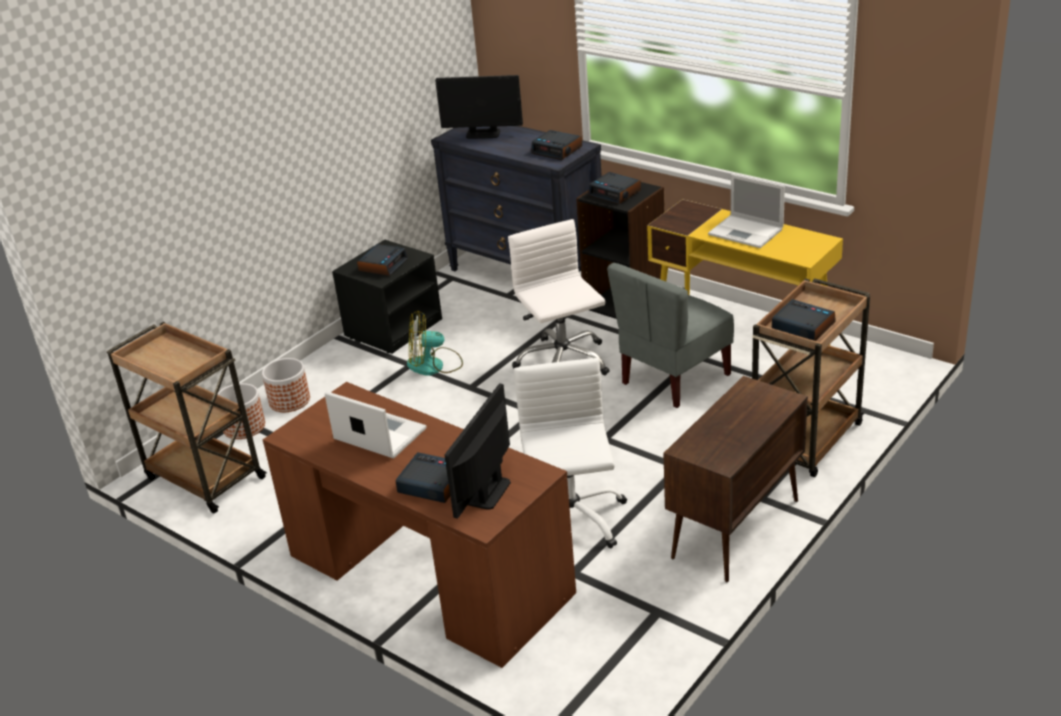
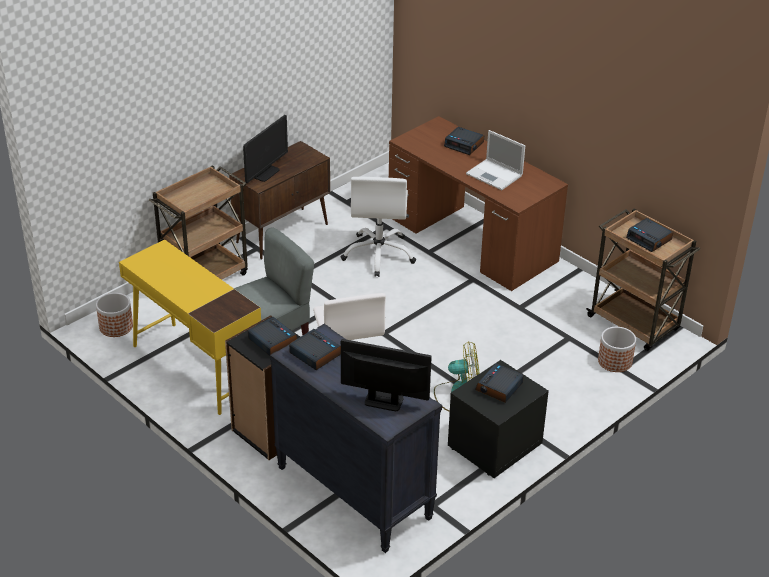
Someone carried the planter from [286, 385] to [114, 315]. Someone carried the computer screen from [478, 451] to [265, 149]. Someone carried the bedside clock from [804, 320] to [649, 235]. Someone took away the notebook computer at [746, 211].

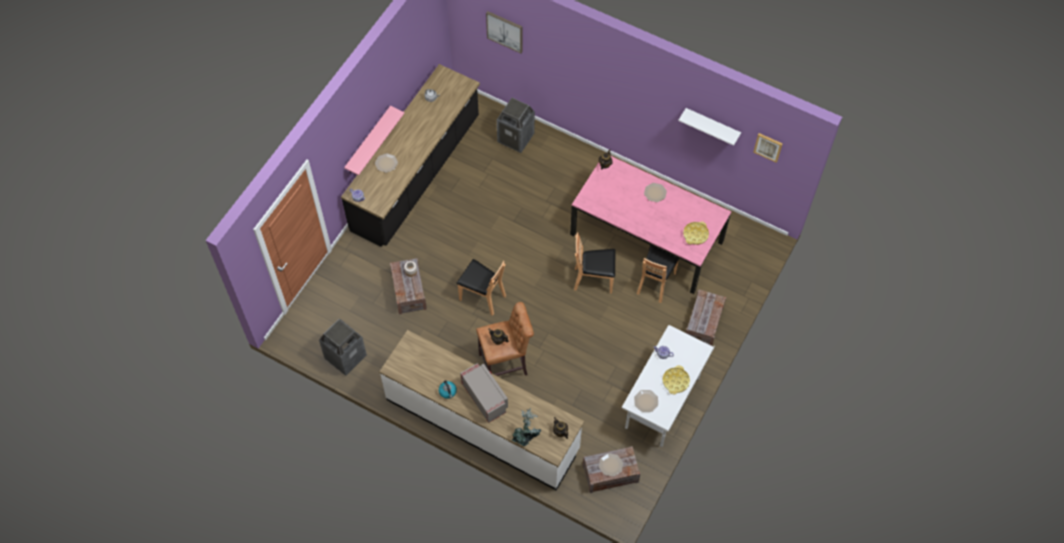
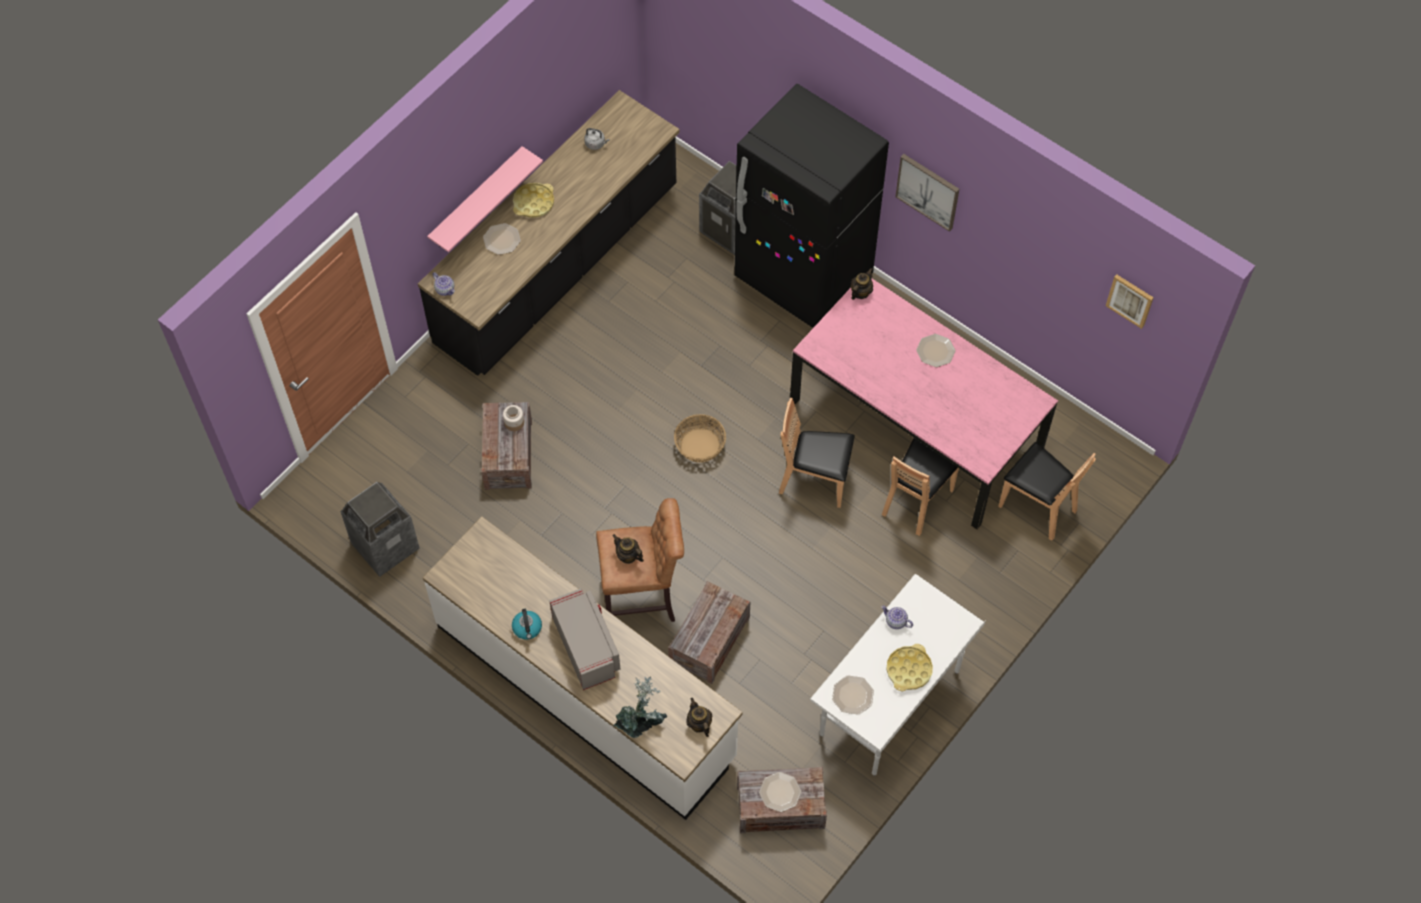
Someone carried the carrying tray (yellowish) from [696, 233] to [533, 200]. Someone carried the packing crate from [706, 318] to [709, 632]. Someone put down the basket at [700, 438]. Someone put down the kitchen fridge (black) at [811, 205]. Someone carried the picture from [504, 32] to [927, 193]. Someone carried the plain chair (brown-coloured) from [481, 287] to [1047, 491]. Someone took away the bracket shelf (white) at [709, 127].

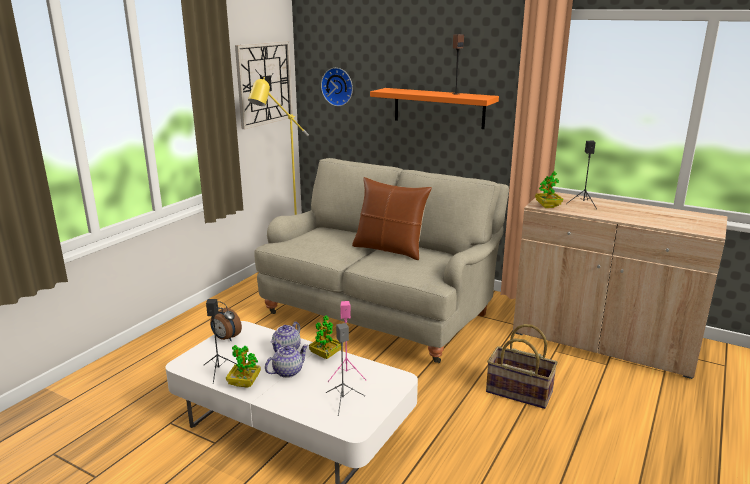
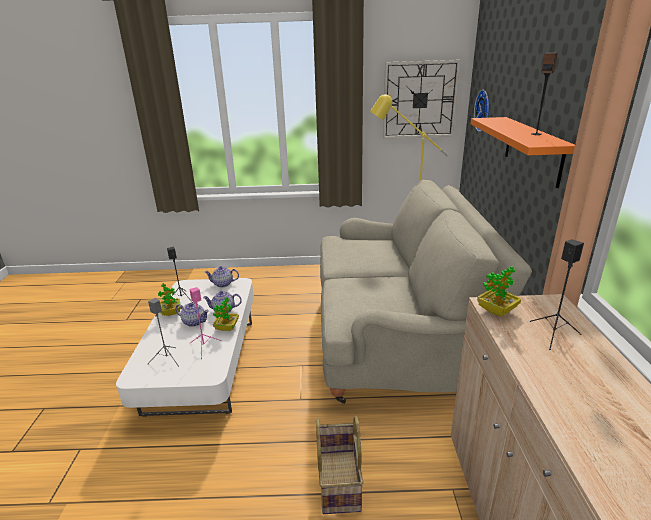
Someone swapped the bedside clock at [226, 321] for the pot for tea at [222, 276]. Someone took away the cushion (brown-coloured) at [392, 218].

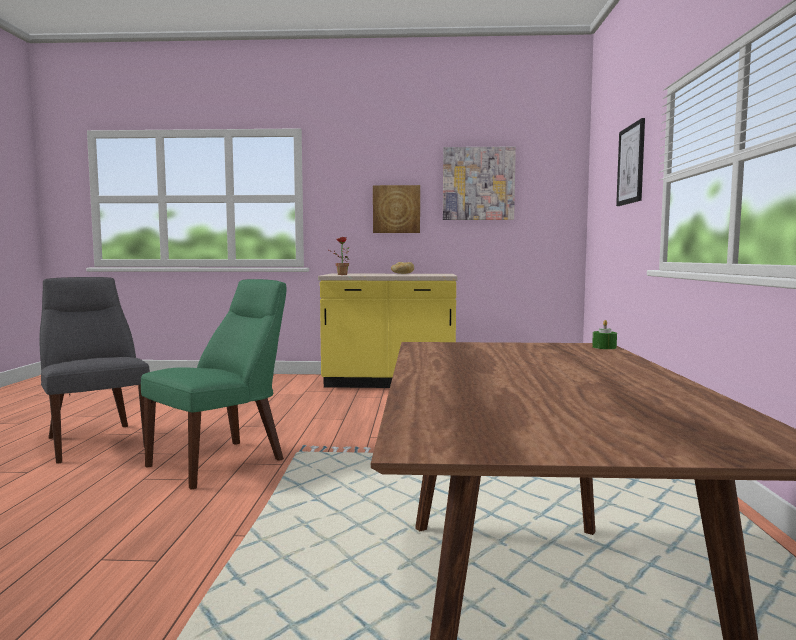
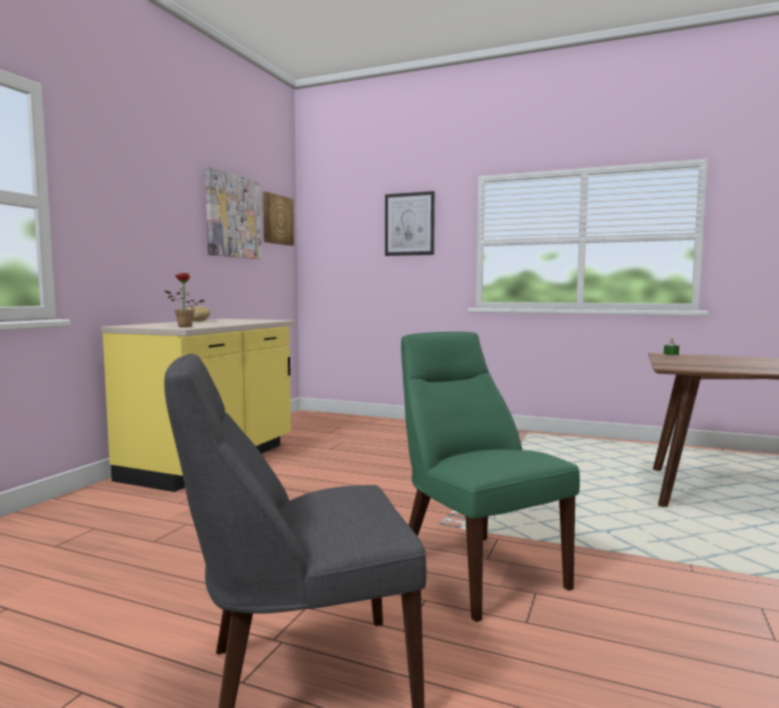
Someone carried the picture from [396, 209] to [278, 219].

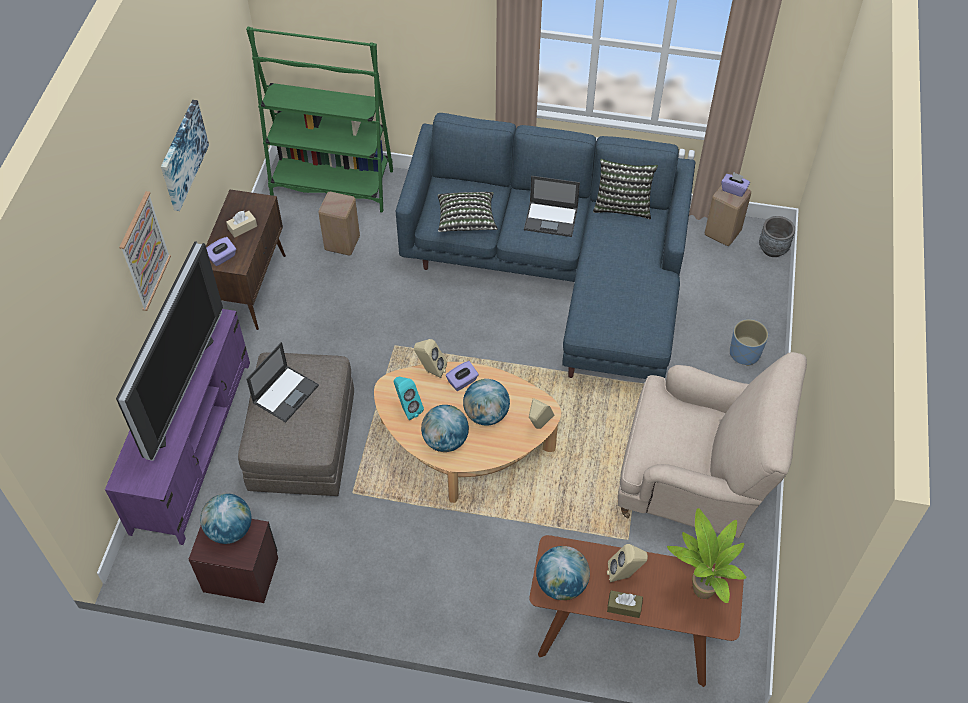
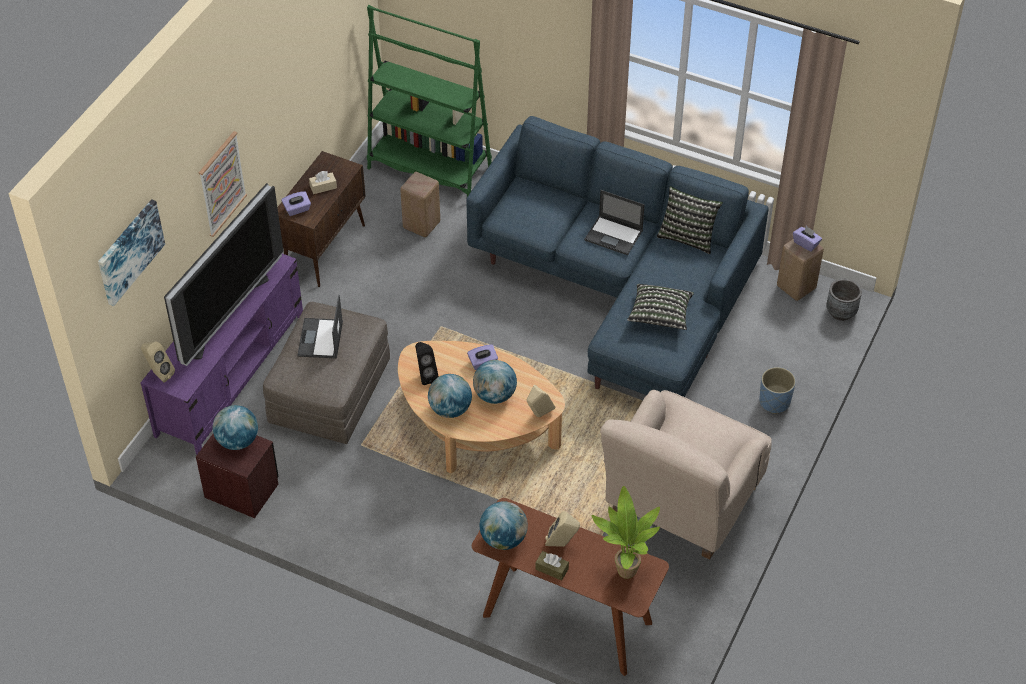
Someone carried the picture from [185, 155] to [131, 252]. Someone carried the audio speaker (sand-coloured) from [430, 358] to [158, 362]. Someone rotated the notebook computer at [282, 382] by 135 degrees clockwise. Someone repainted the audio speaker (turquoise-coloured) at [409, 398], which became the audio speaker (black) at [427, 363]. Someone rotated the easy chair (sand-coloured) at [712, 445] by 90 degrees clockwise. Someone carried the cushion from [467, 212] to [660, 307].

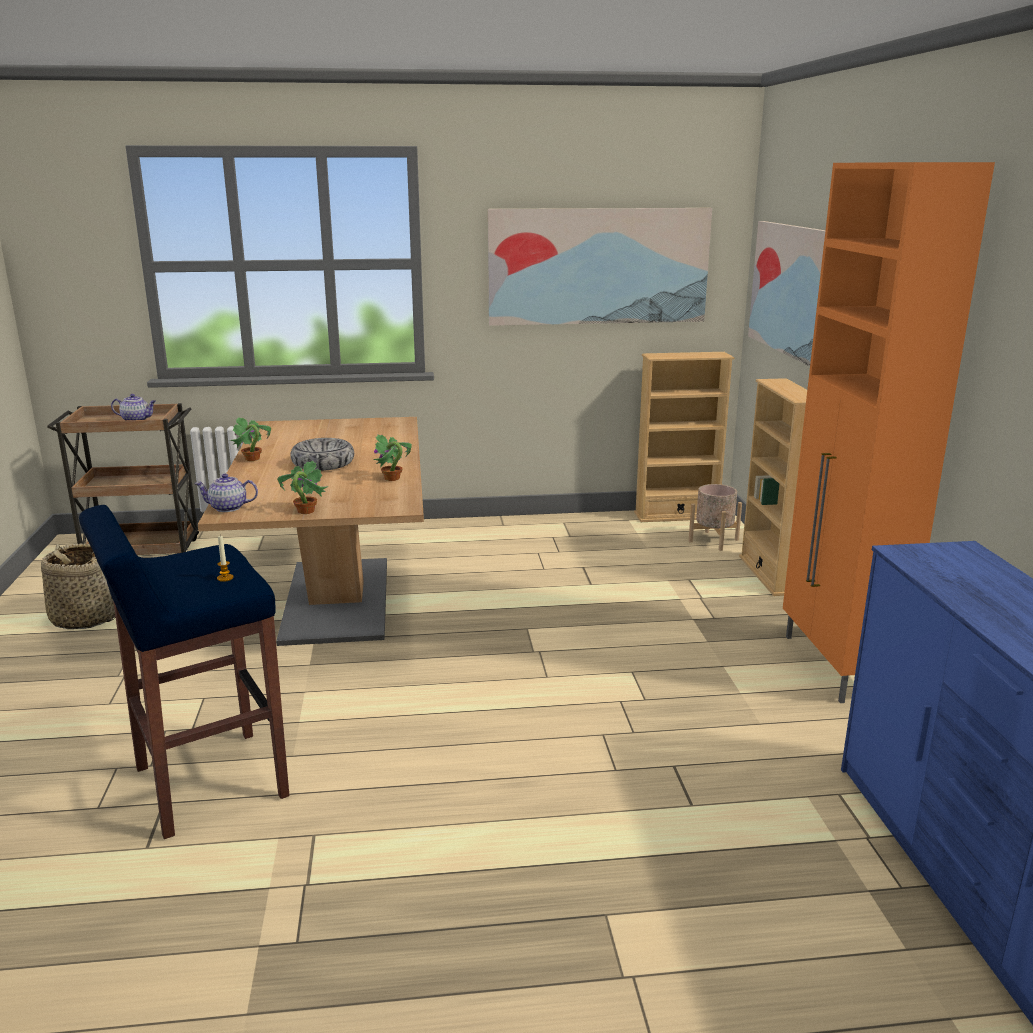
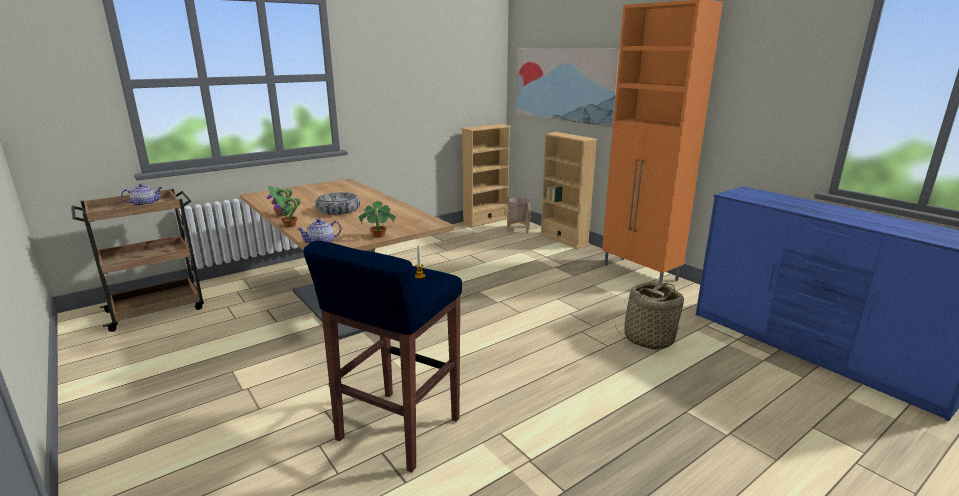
Someone carried the potted plant from [392, 458] to [287, 211]. Someone carried the basket from [78, 586] to [649, 316]. Someone took away the picture at [600, 267].

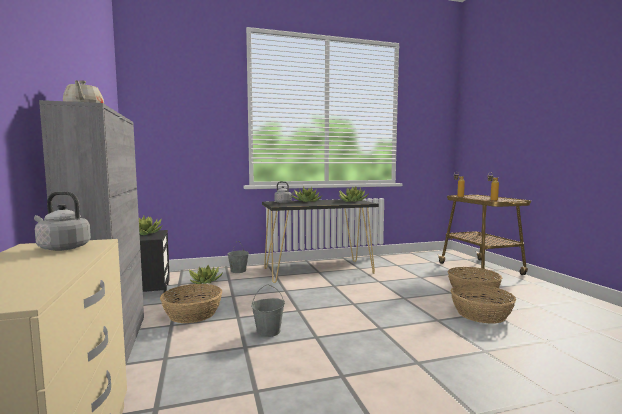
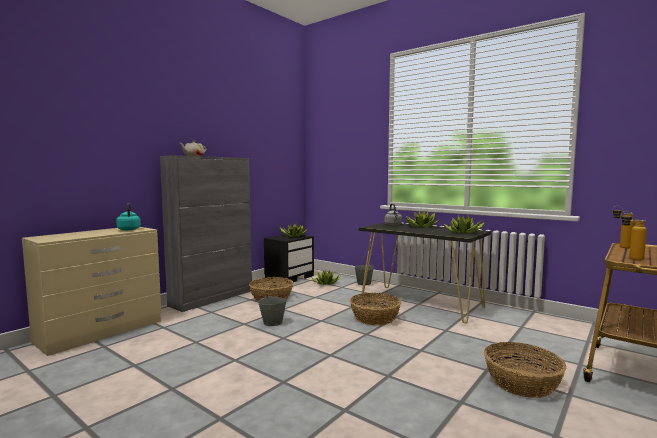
Someone repainted the tea kettle (gray) at [62, 221], which became the tea kettle (turquoise-coloured) at [128, 216]. Someone carried the basket from [483, 304] to [375, 309].

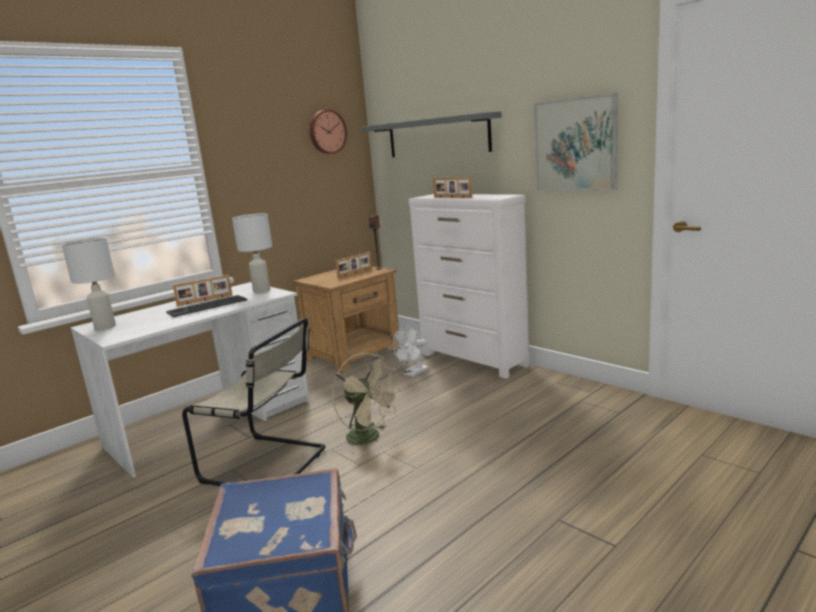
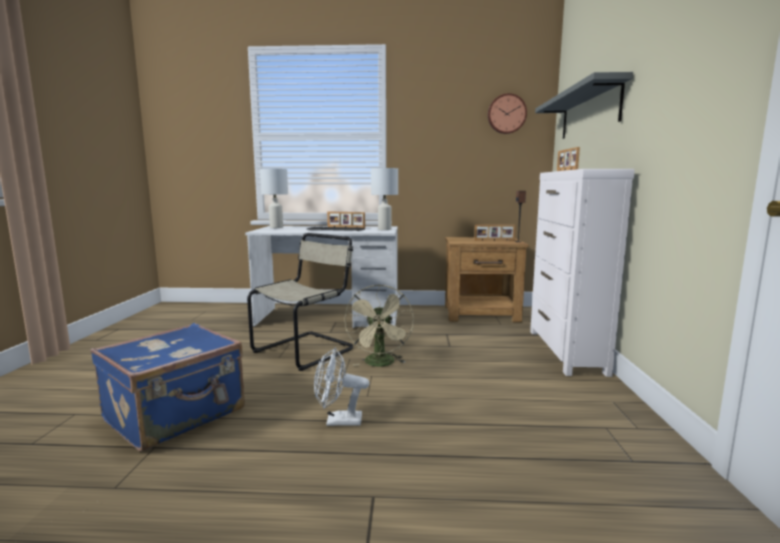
Someone rotated the plain chair (sand-coloured) at [253, 402] by 120 degrees counterclockwise. Someone carried the cooling fan (white) from [410, 351] to [341, 387]. Someone took away the picture at [576, 142].

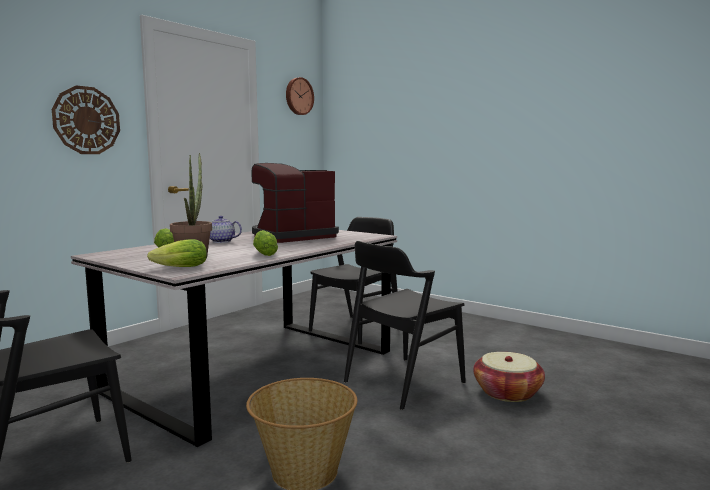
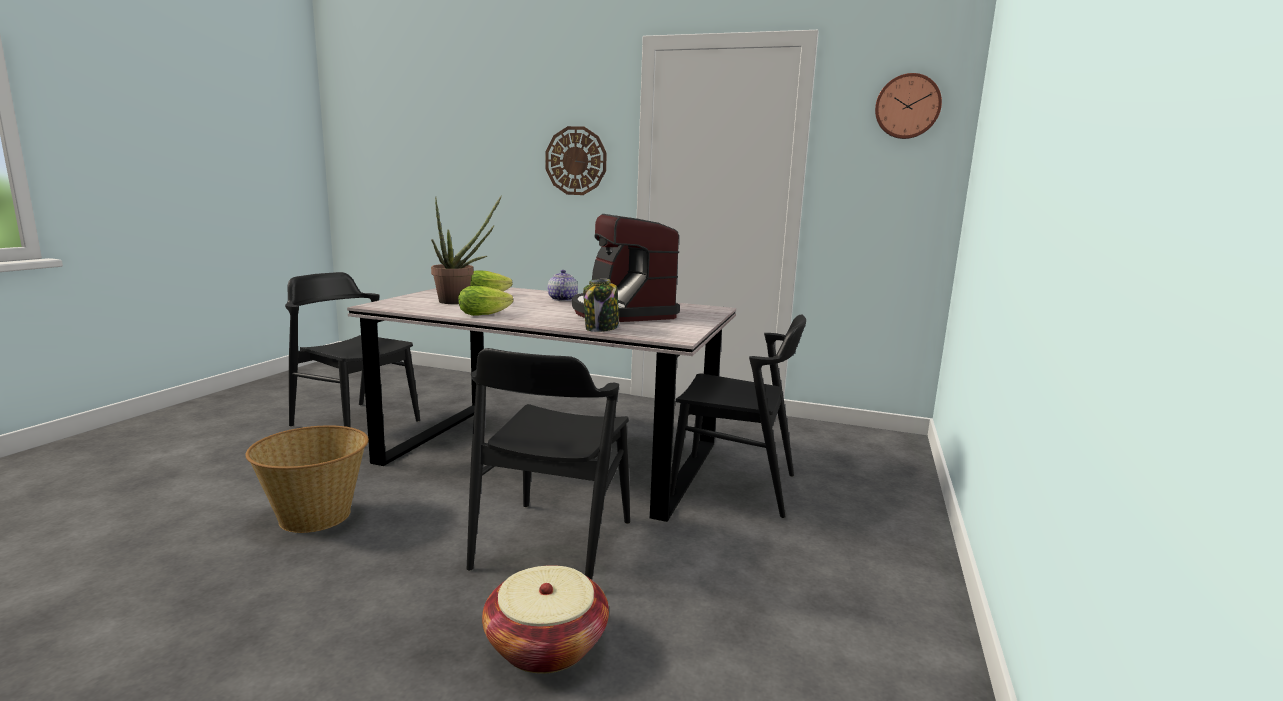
Someone rotated the plain chair (black) at [405, 325] by 105 degrees counterclockwise. Someone rotated the coffee maker at [295, 203] by 150 degrees counterclockwise. Someone put down the jar at [601, 305]. Someone took away the head of lettuce at [177, 253].

